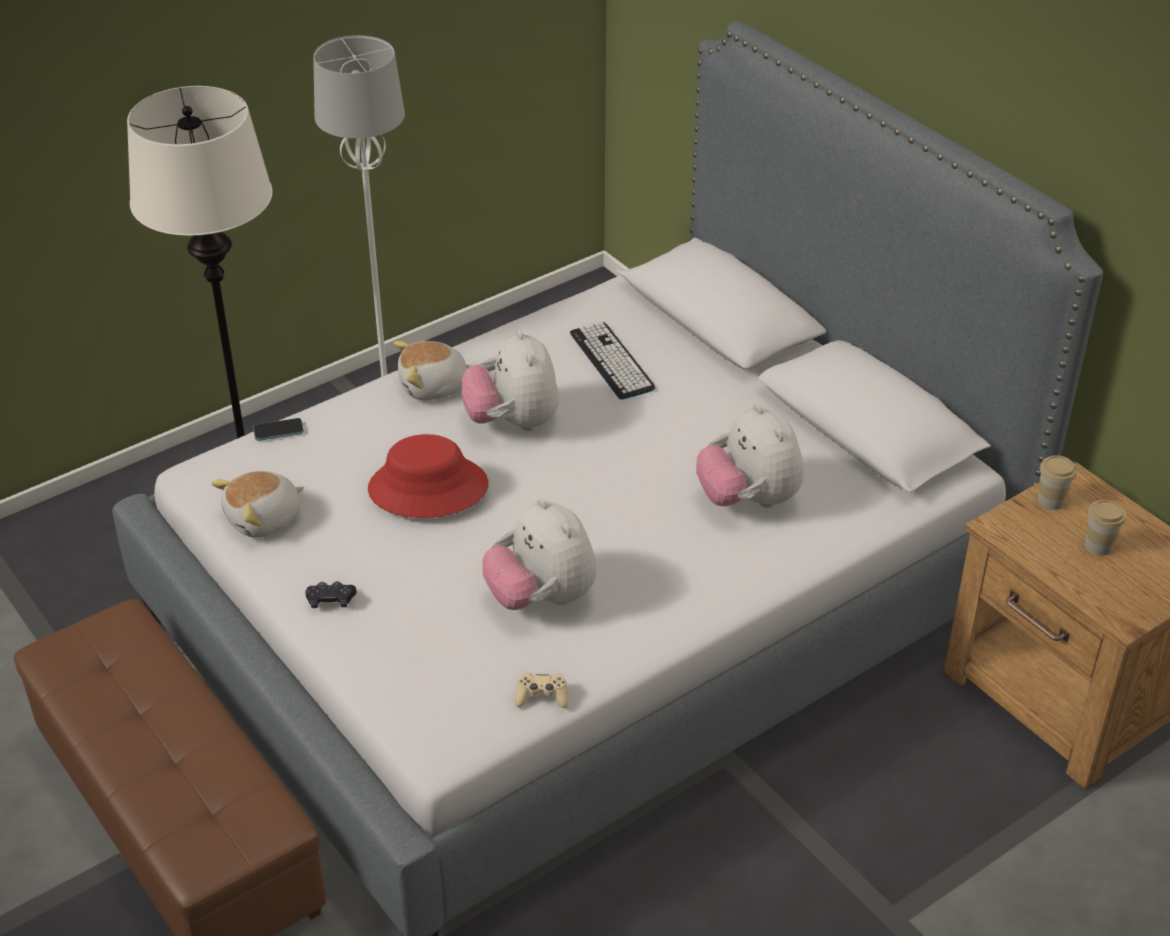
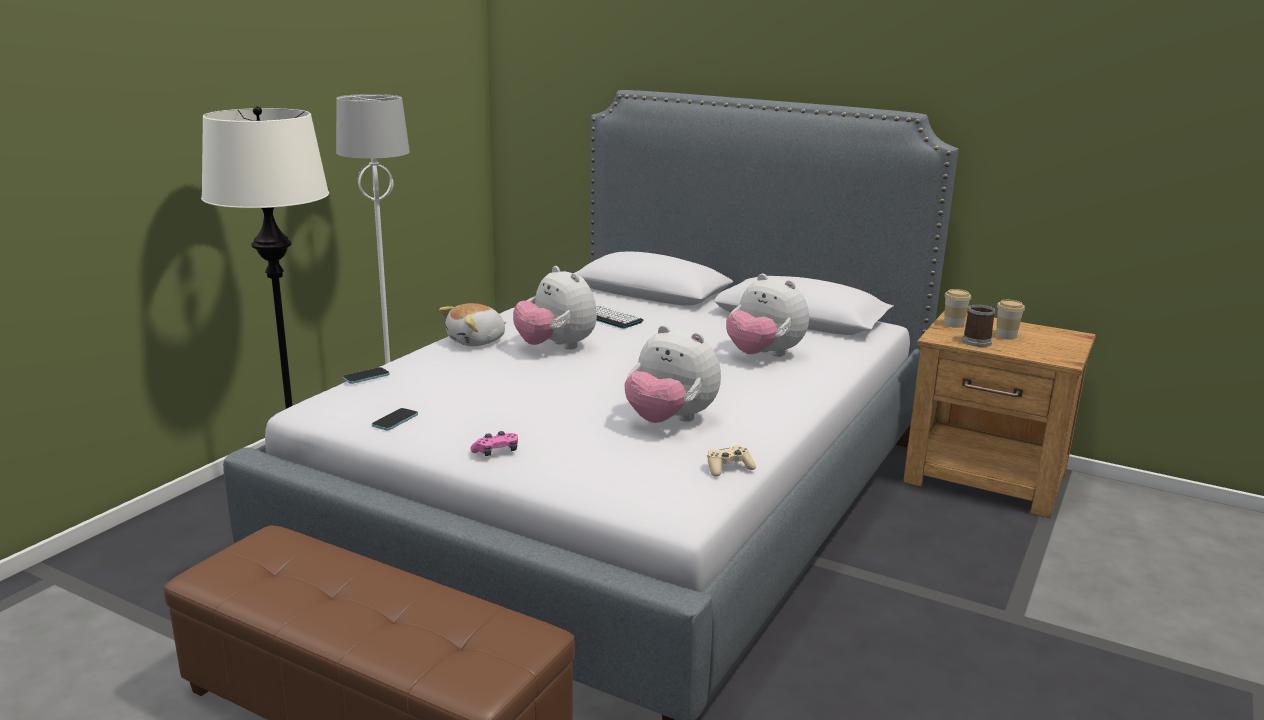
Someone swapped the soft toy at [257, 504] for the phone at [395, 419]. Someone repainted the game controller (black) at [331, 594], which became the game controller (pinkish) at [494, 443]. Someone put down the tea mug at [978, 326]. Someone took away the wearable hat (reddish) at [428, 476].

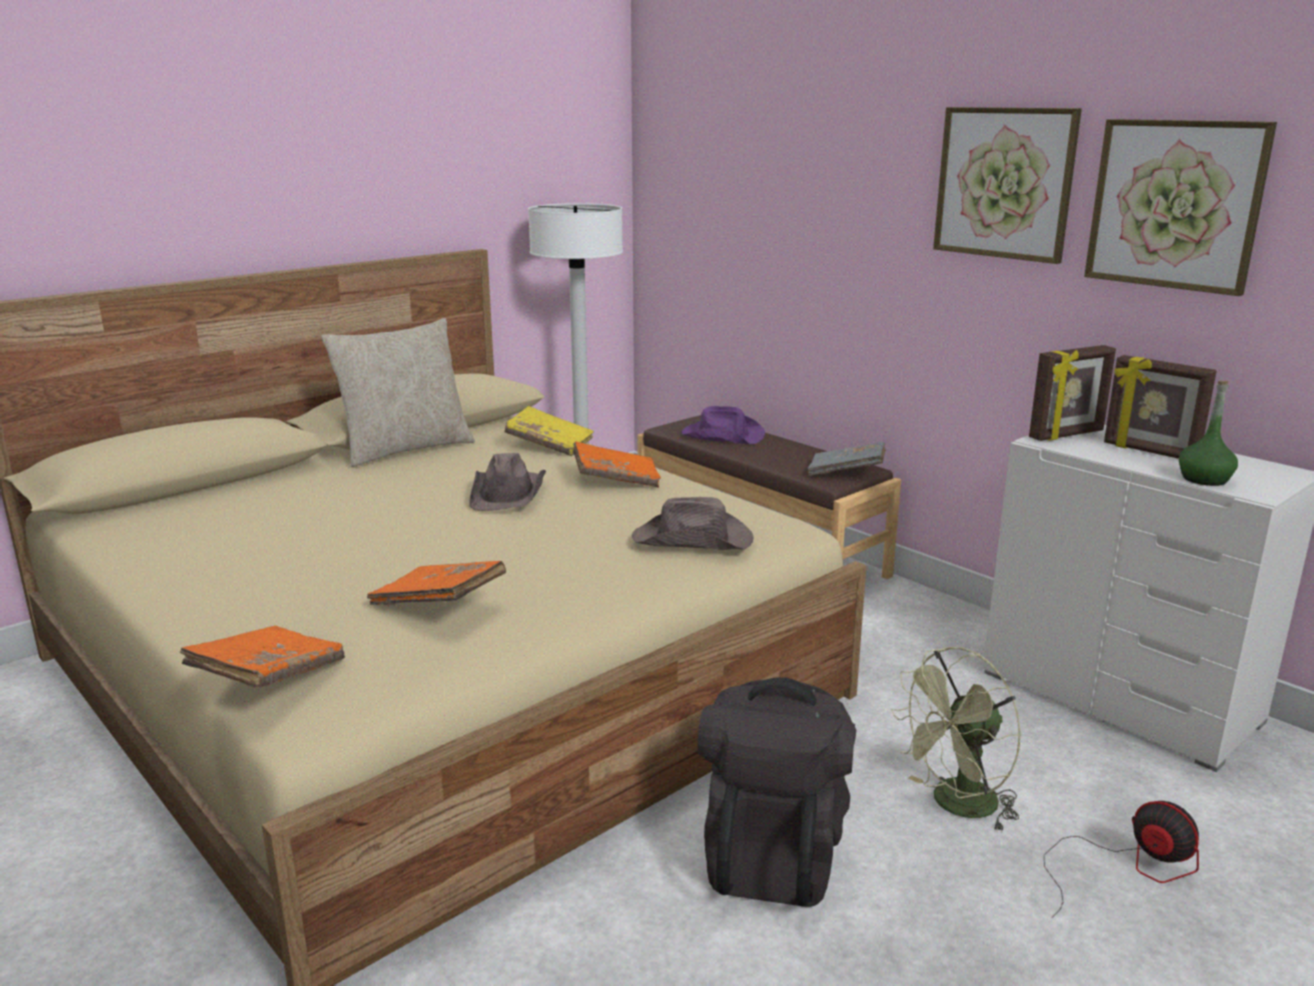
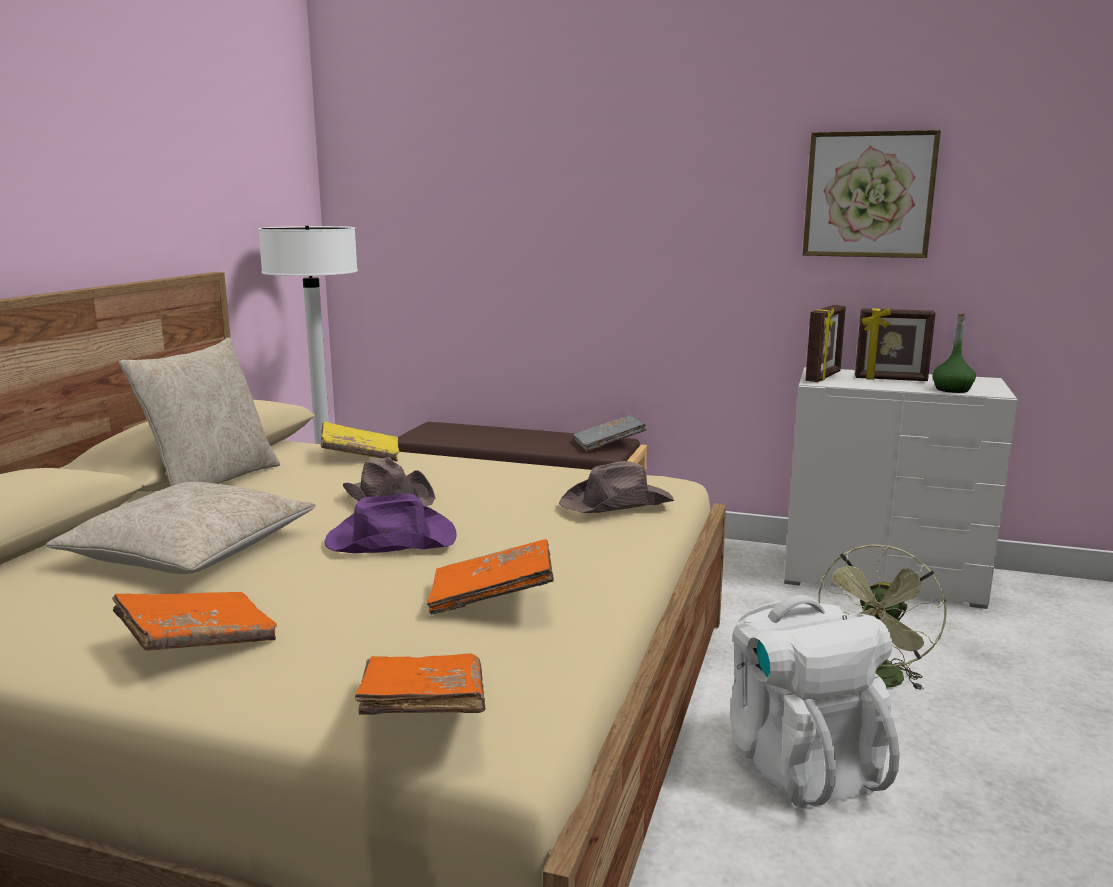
Someone put down the cushion (sand-coloured) at [181, 528]. Someone carried the book (orange-coloured) from [617, 464] to [194, 621]. Someone carried the wearable hat (purplish) from [723, 425] to [390, 523]. Someone repainted the knapsack (black) at [777, 792], which became the knapsack (white) at [815, 701]. Someone took away the picture at [1007, 185]. Someone took away the cooling fan at [1121, 859].

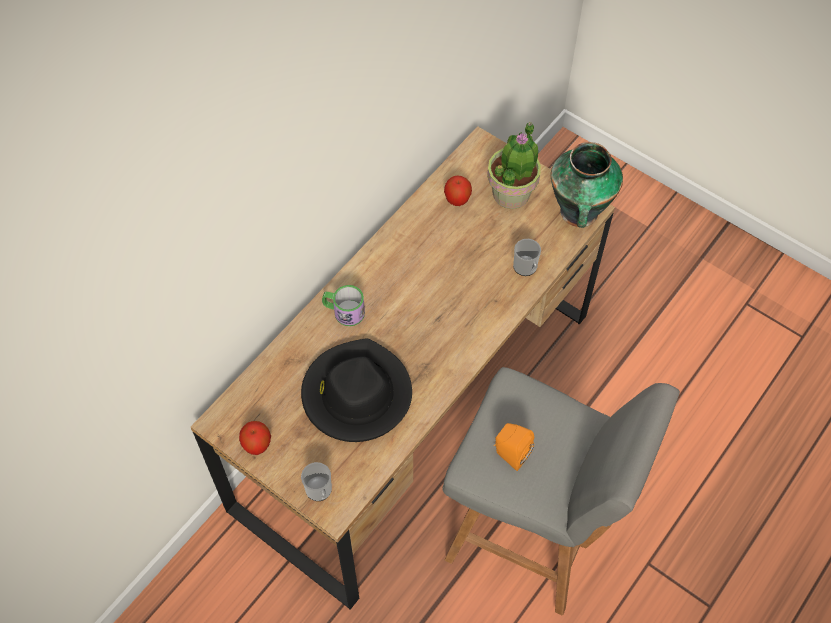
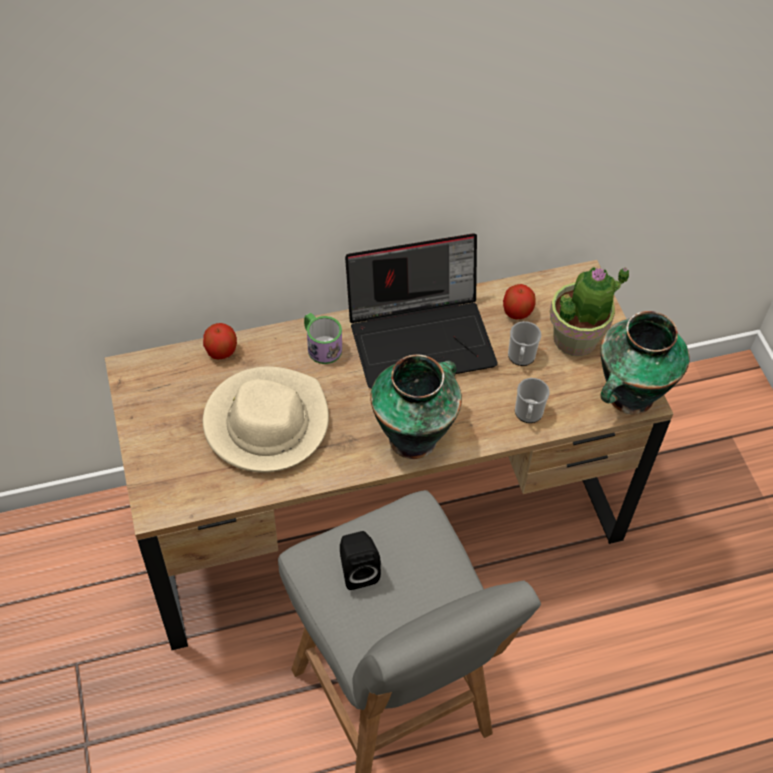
Someone carried the apple from [255, 438] to [220, 341]. Someone repainted the wearable hat (black) at [356, 390], which became the wearable hat (sand-coloured) at [266, 419]. Someone repainted the audio speaker (orange-coloured) at [514, 447], which became the audio speaker (black) at [360, 560]. Someone put down the notebook computer at [421, 311]. Someone put down the vase at [416, 407]. Someone carried the tea mug from [316, 481] to [524, 343].

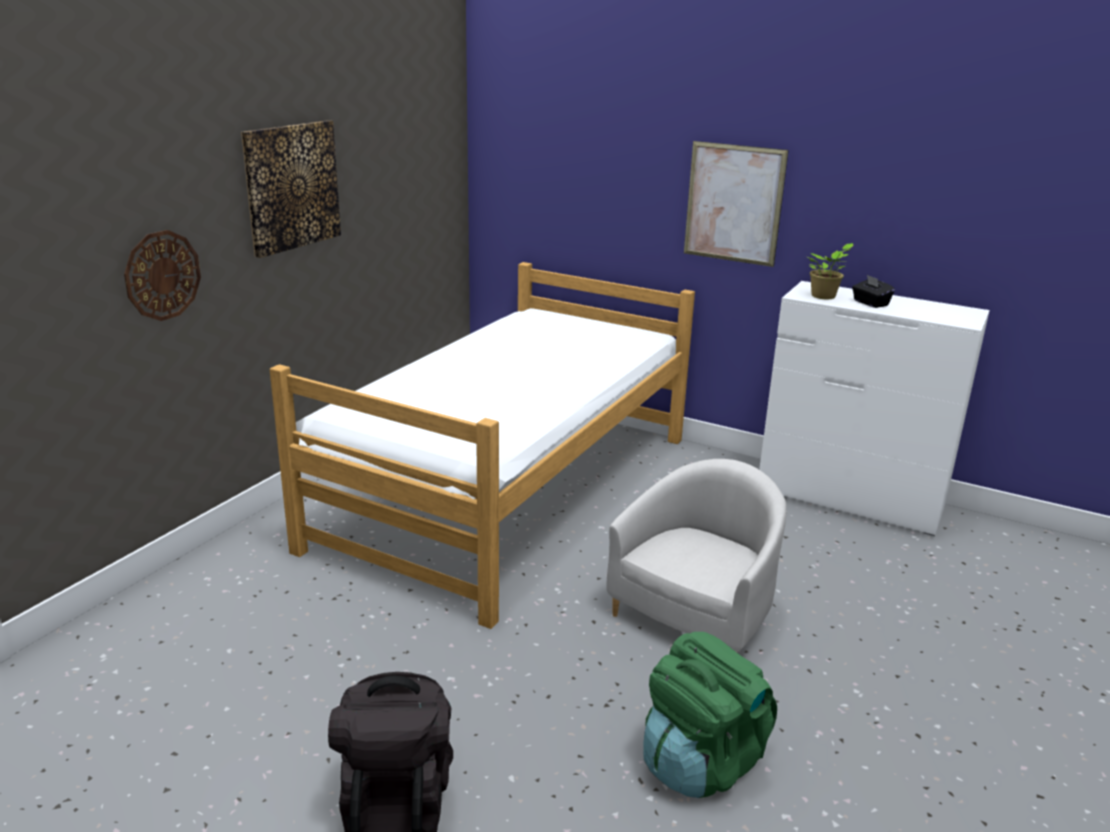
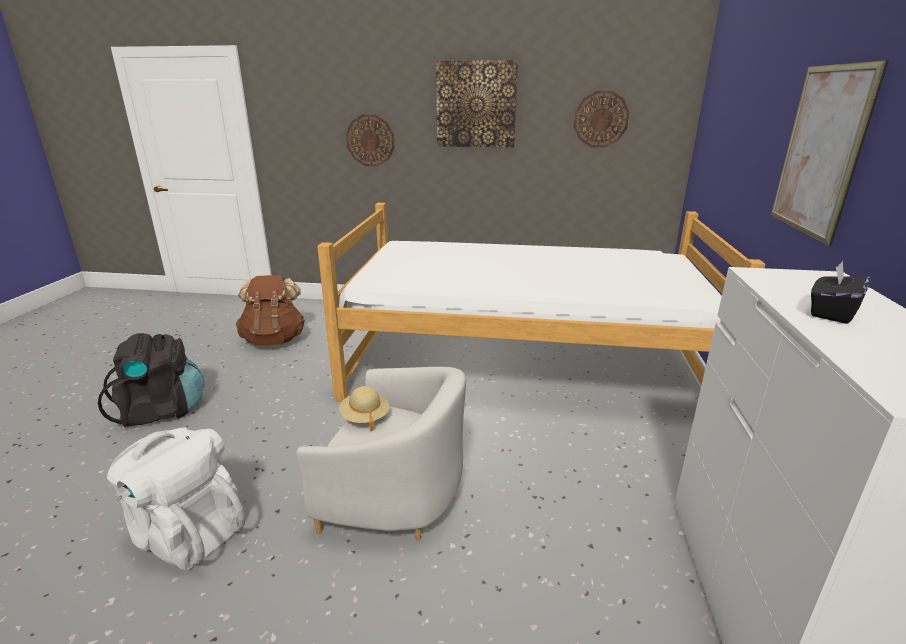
Someone repainted the knapsack (green-coloured) at [710, 715], which became the knapsack (white) at [176, 498]. Someone put down the knapsack (brown-coloured) at [270, 310]. Someone put down the wearable hat (sand-coloured) at [364, 408]. Someone put up the hanging clock at [602, 119]. Someone took away the potted plant at [830, 271].

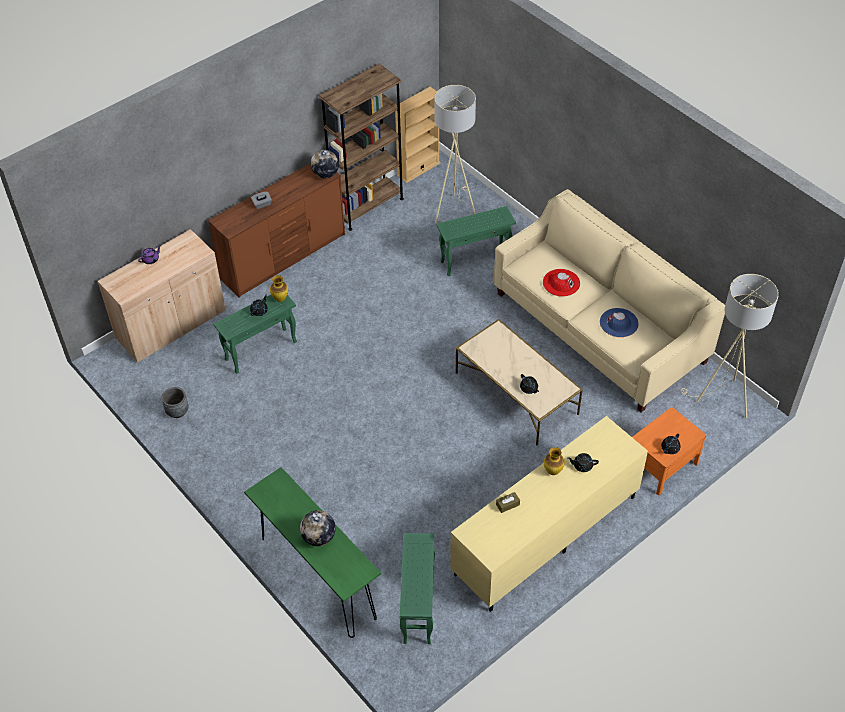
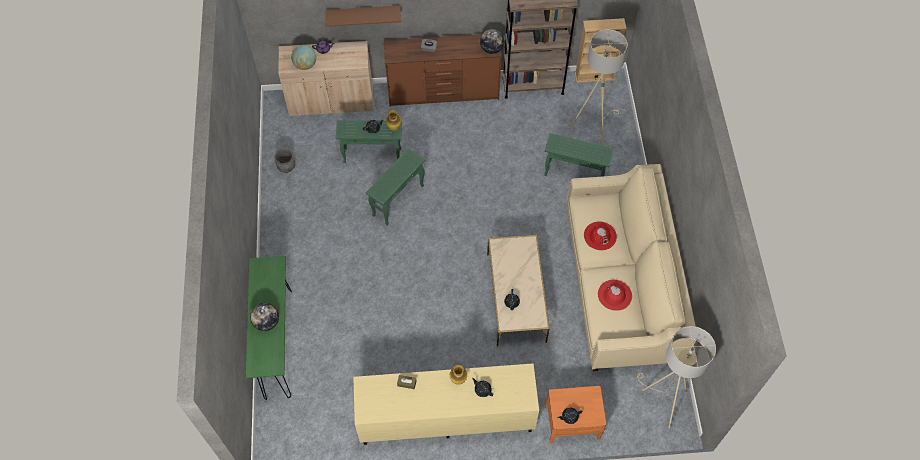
Someone put down the desk globe at [303, 57]. Someone put up the bracket shelf (brown-coloured) at [363, 16]. Someone carried the end table (green-coloured) from [417, 588] to [395, 186]. Someone repainted the wearable hat (bluish) at [619, 322], which became the wearable hat (reddish) at [615, 295].

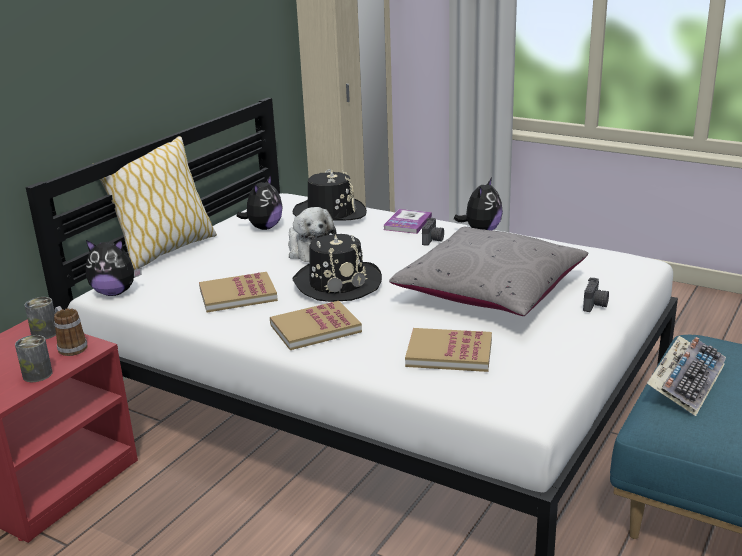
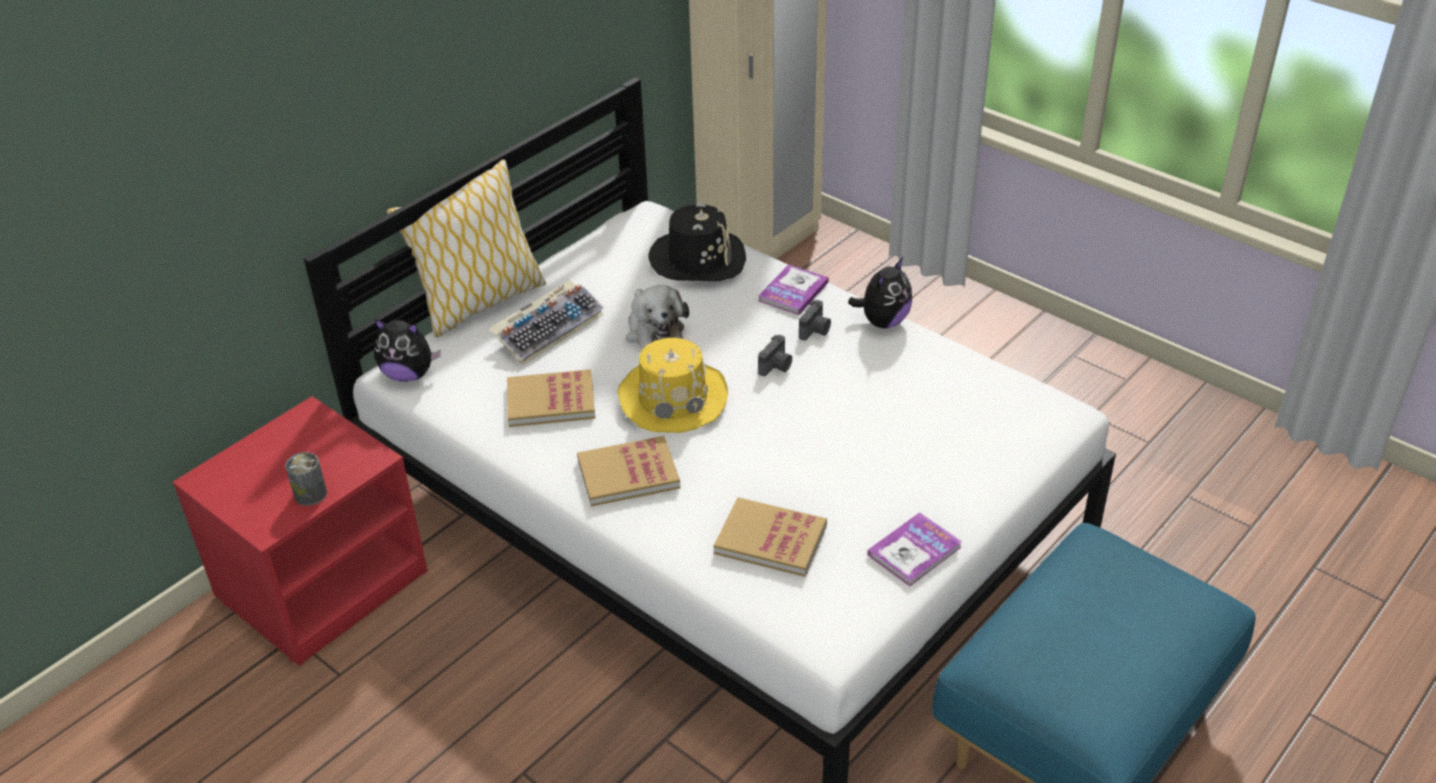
Someone carried the PC keyboard from [686, 376] to [546, 322]. Someone repainted the wearable hat (black) at [337, 268], which became the wearable hat (yellowish) at [673, 385]. Someone carried the still camera from [596, 295] to [775, 355]. Someone put down the book at [914, 549]. Someone took away the can at [40, 318]. Someone took away the tea mug at [71, 331]. Someone took away the soft toy at [260, 203]. Someone took away the cushion (gray) at [488, 271].

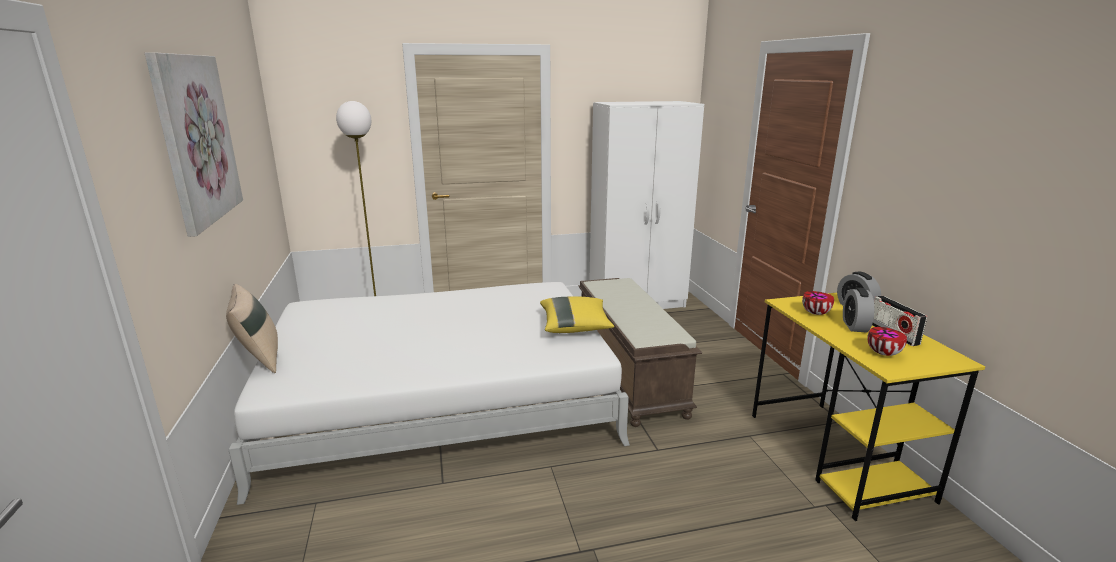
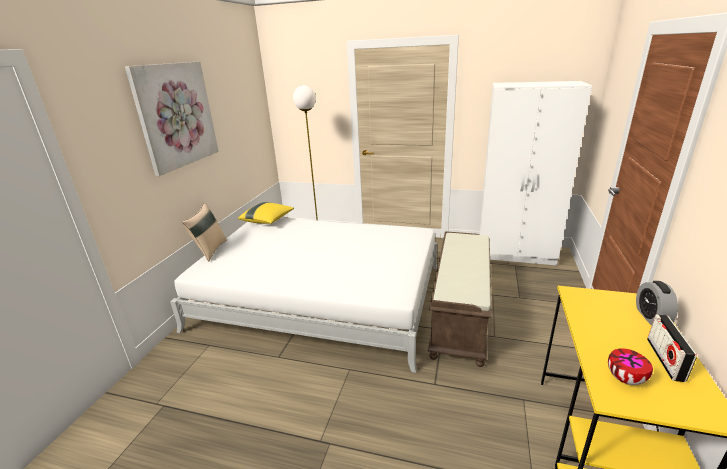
Someone carried the cushion (yellowish) from [577, 315] to [266, 213]. Someone took away the serving bowl at [818, 303]. Someone took away the bedside clock at [858, 310].

